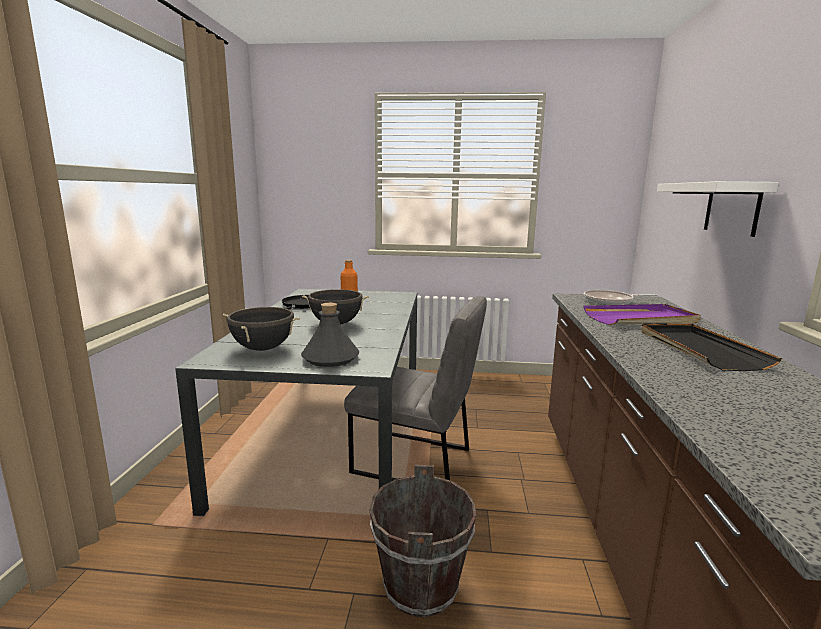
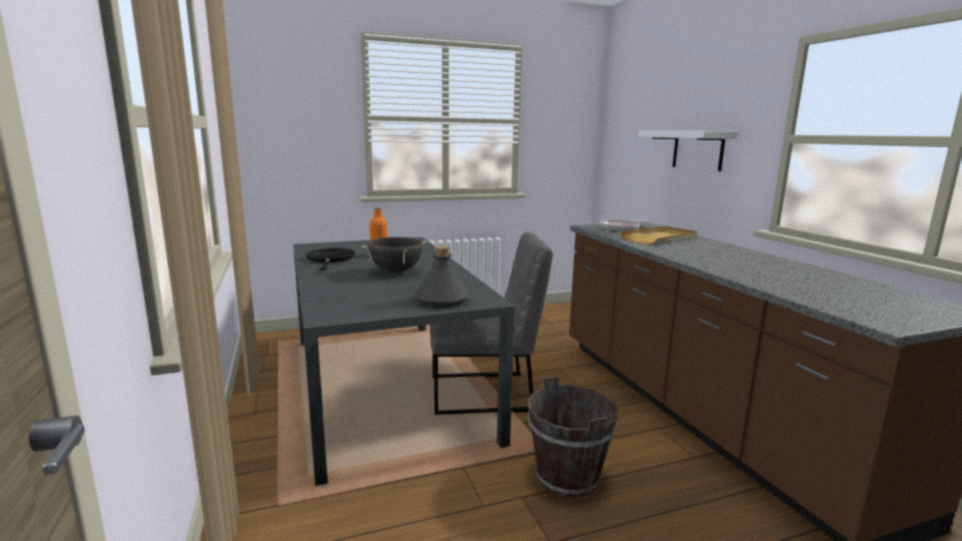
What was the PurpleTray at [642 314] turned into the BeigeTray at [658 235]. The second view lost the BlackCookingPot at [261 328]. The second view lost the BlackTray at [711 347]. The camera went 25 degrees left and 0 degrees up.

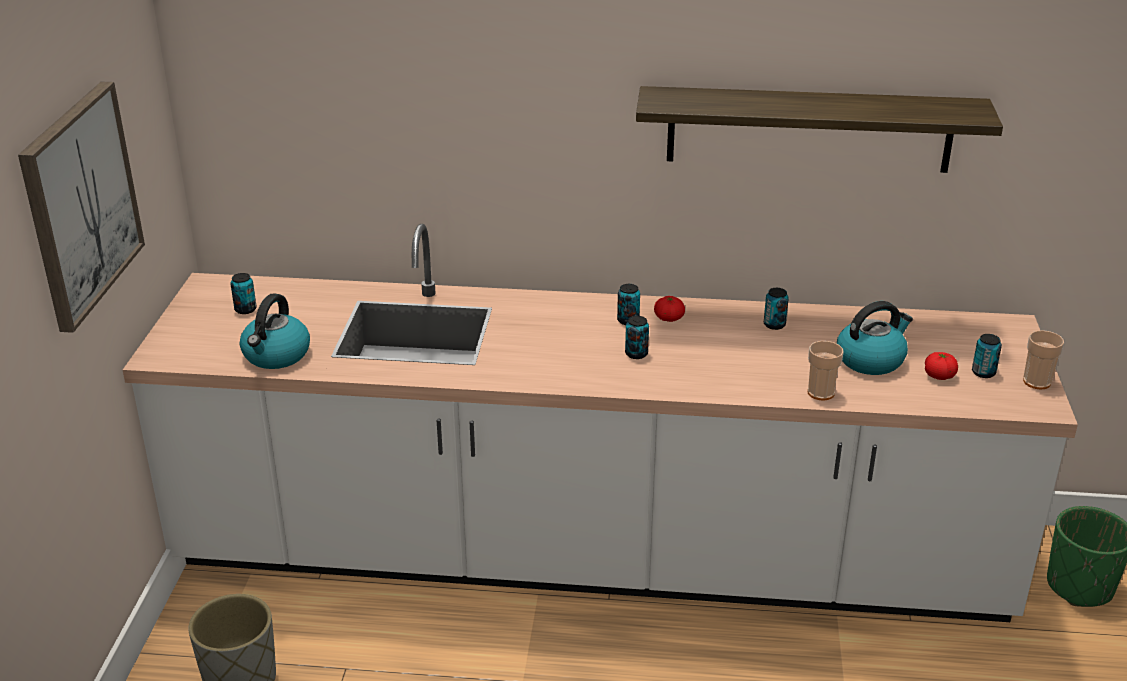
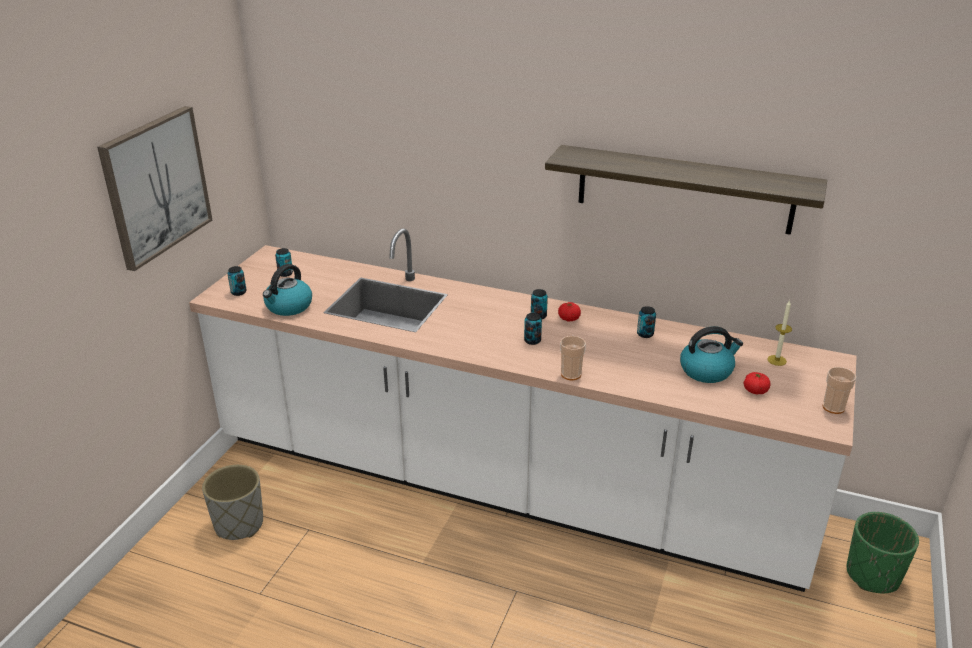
The Can ended up elsewhere, having gone from [987 356] to [237 281]. The Cup ended up elsewhere, having gone from [826 370] to [573 358]. The second view gained the Candle at [779 333]. The camera went 15 degrees right and 0 degrees up.

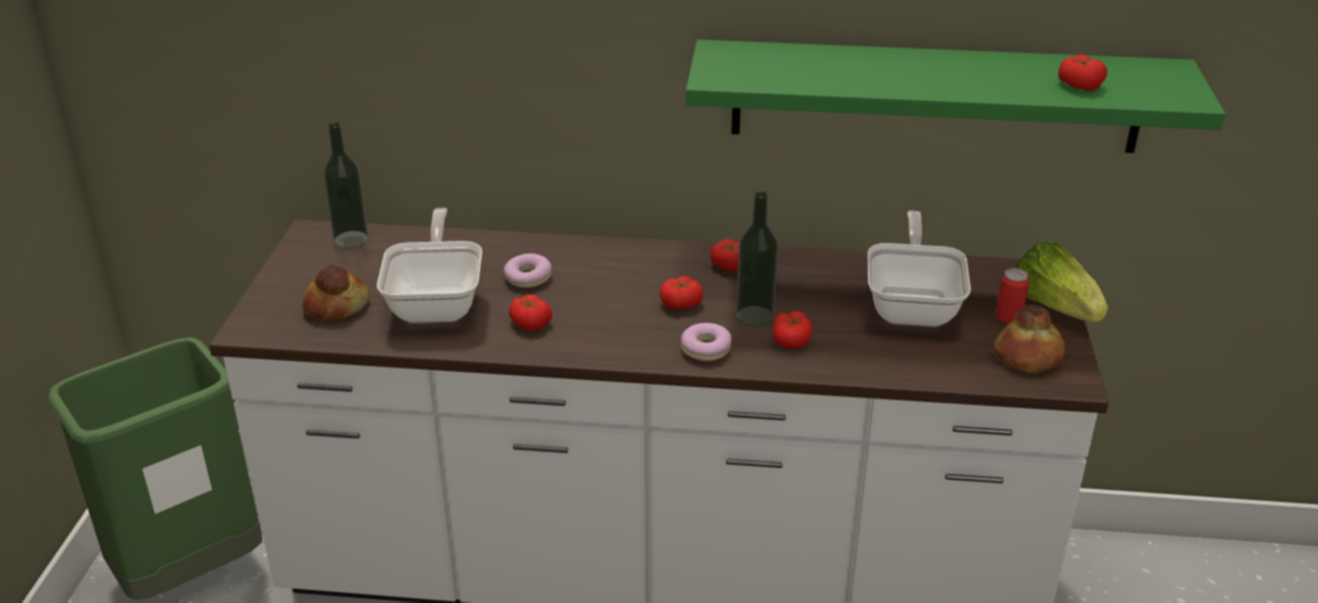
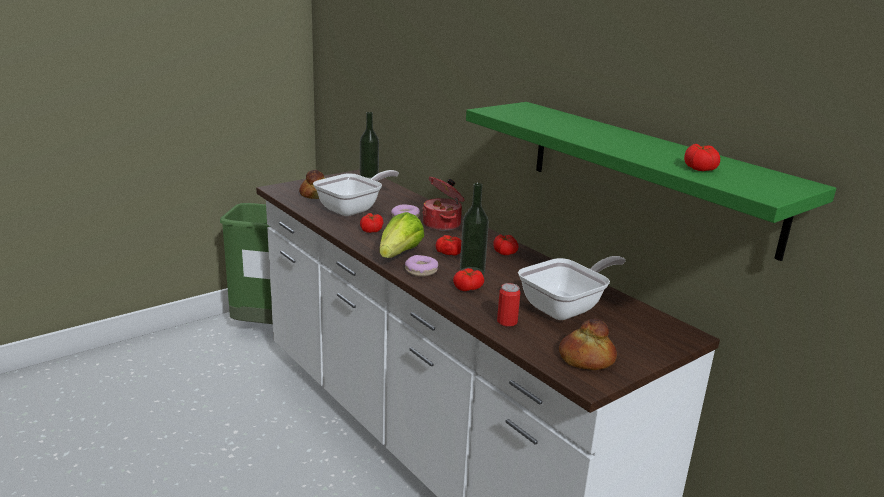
The Lettuce ended up elsewhere, having gone from [1062 282] to [401 235]. The Can ended up elsewhere, having gone from [1013 296] to [508 305]. The second view gained the CookingPot at [443 204]. The camera went 45 degrees right and 10 degrees down.

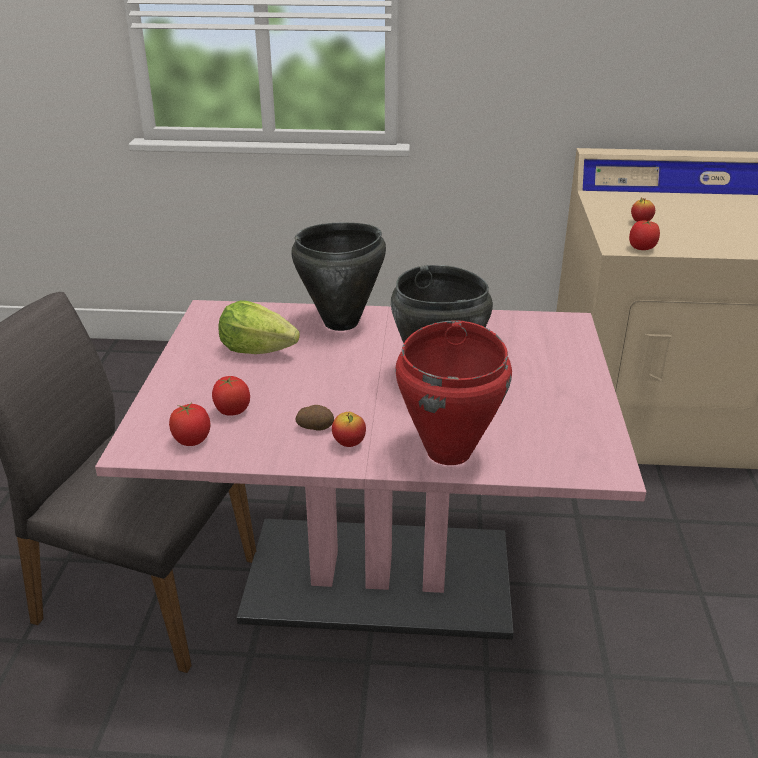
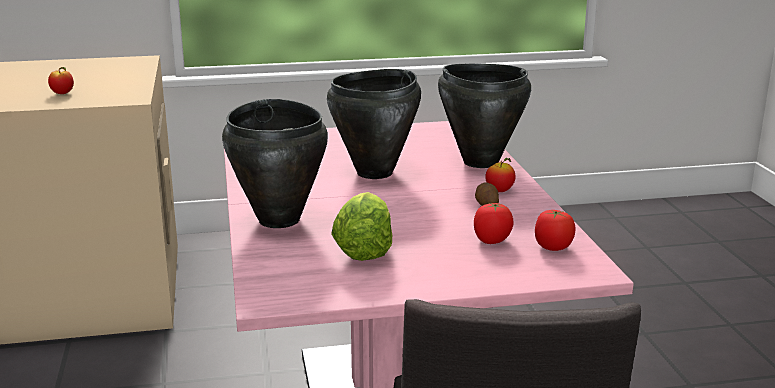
The second view lost the Tomato at [644 235]. What was the RedCookingPot at [453 392] turned into the BlackCookingPot at [484 116]. The camera went 105 degrees left and 10 degrees down.

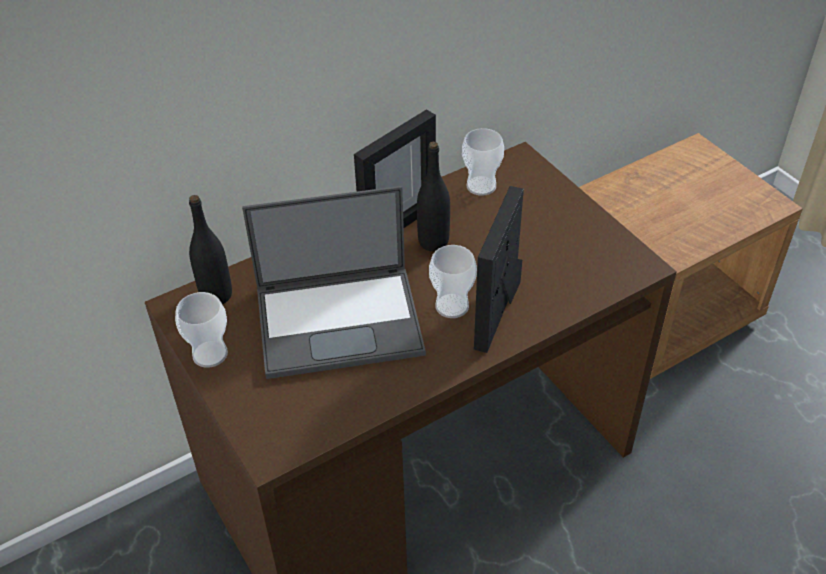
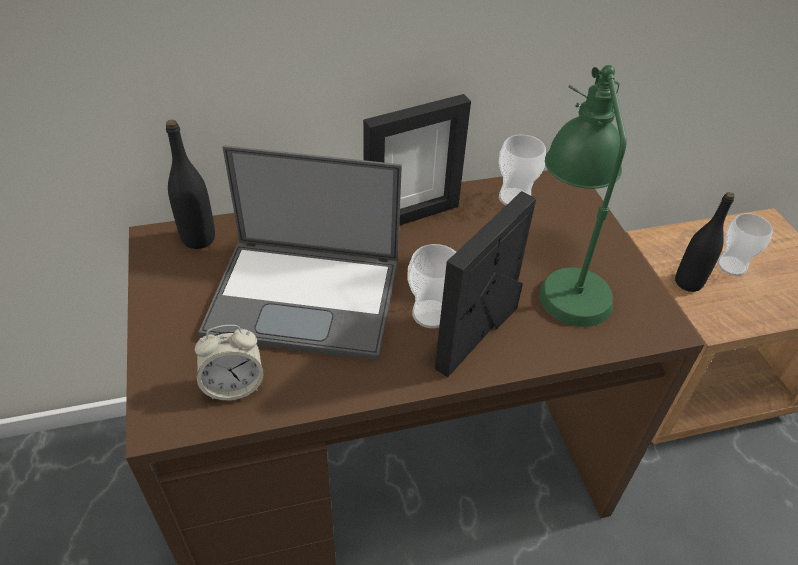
The BlackBottle ended up elsewhere, having gone from [433 196] to [704 242]. The Cup ended up elsewhere, having gone from [201 330] to [745 244]. The second view gained the GreenTableLamp at [583 196]. The second view gained the AlarmClock at [229 362]. The camera went 15 degrees right and 0 degrees up.

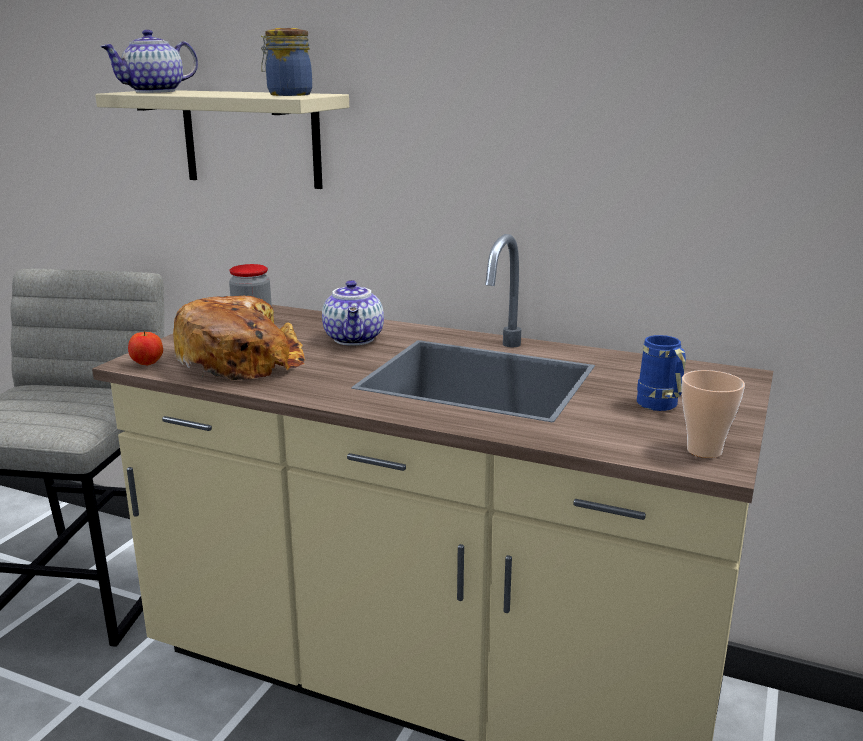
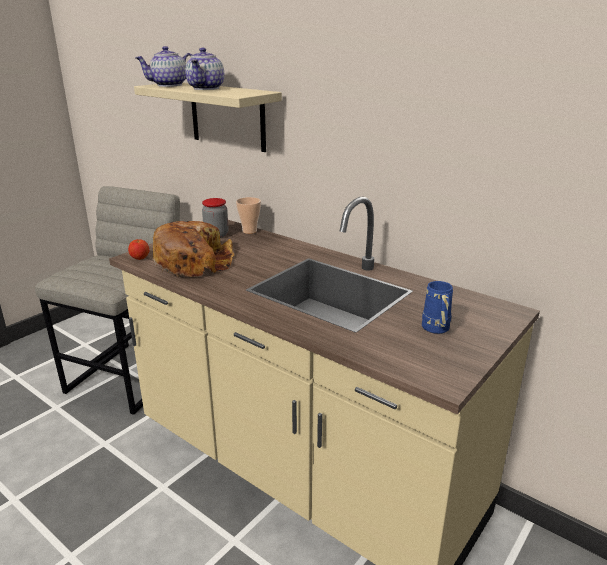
The second view lost the Jar at [286 62]. The Teapot ended up elsewhere, having gone from [353 313] to [204 69]. The Cup ended up elsewhere, having gone from [713 414] to [248 215]. The camera went 15 degrees right and 5 degrees up.

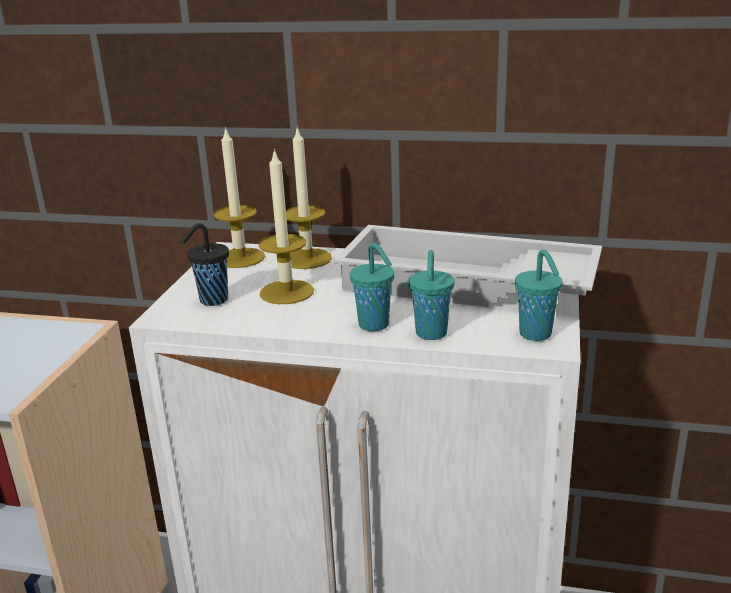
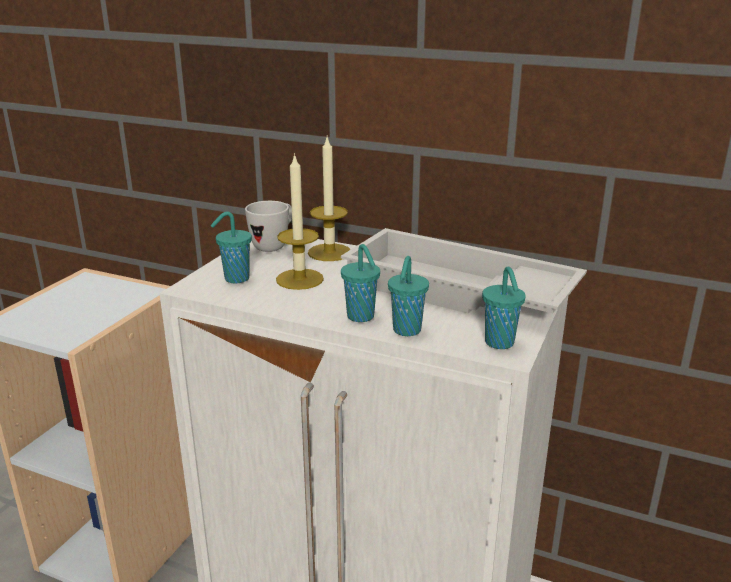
Where the Candle stood at [239 197], the WhiteMug came to stand at [268 226]. What was the BlackCup at [205 264] turned into the TurquoiseCup at [231 247]. The camera went 10 degrees right and 0 degrees up.

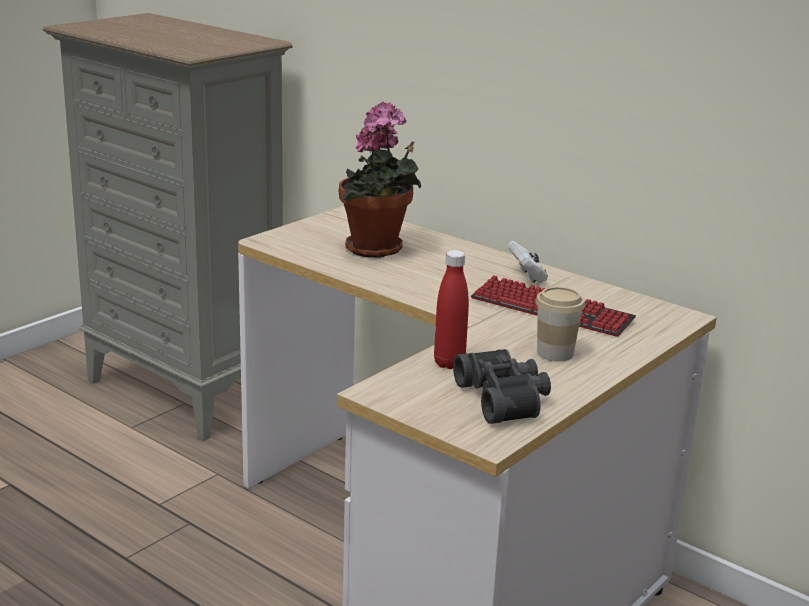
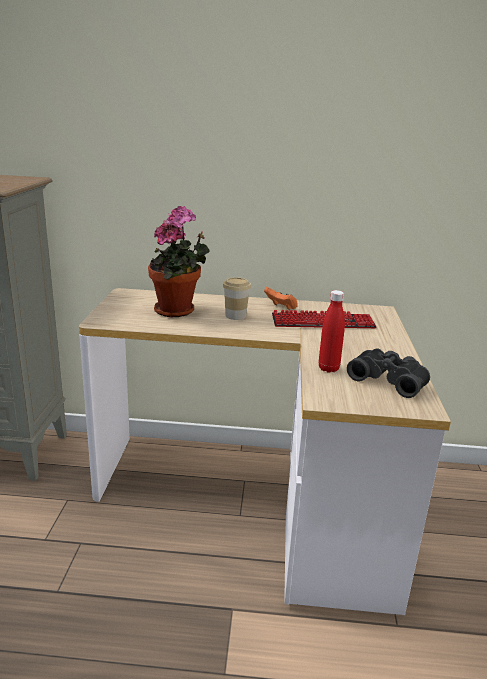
What was the WhiteGameController at [527 262] turned into the OrangeGameController at [281 298]. The Cup ended up elsewhere, having gone from [560 324] to [237 298]. The camera went 35 degrees left and 0 degrees up.

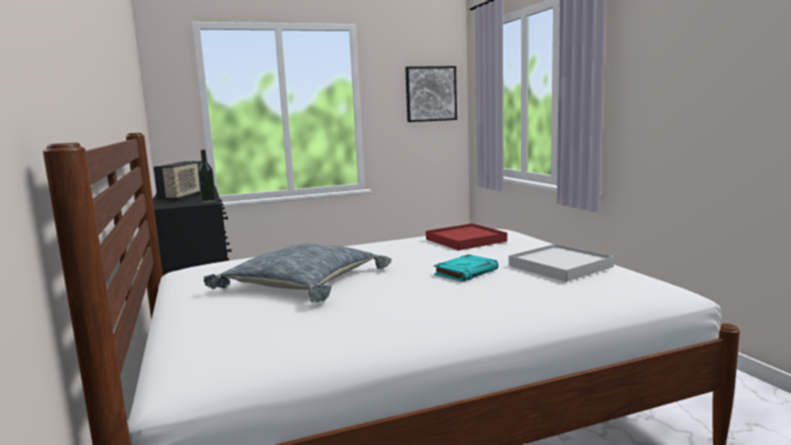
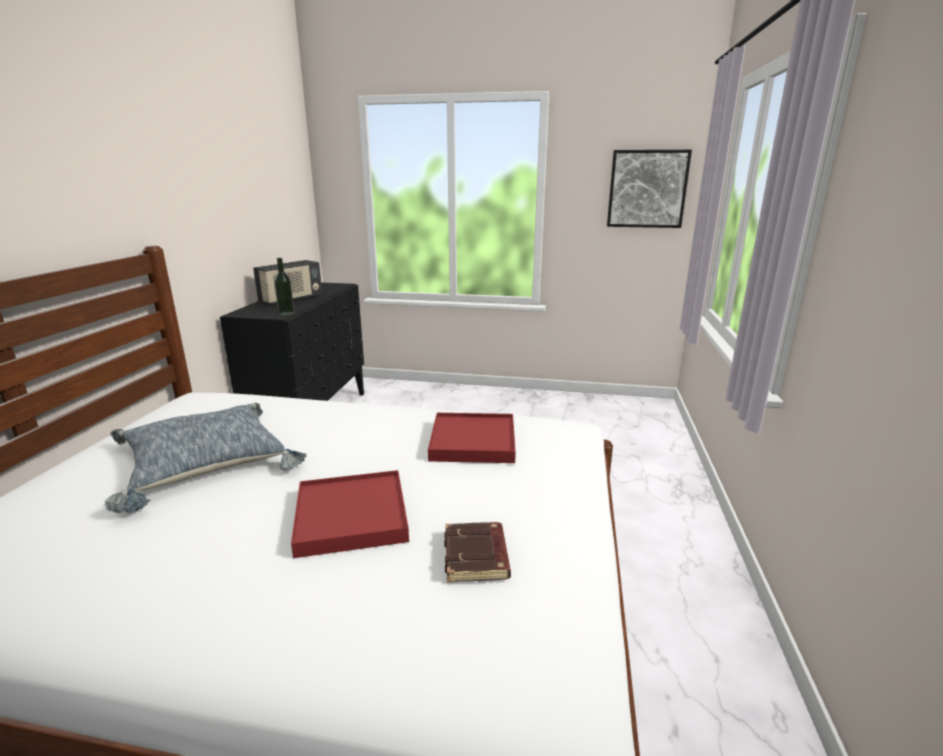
Where the WhiteTray stood at [561 263], the BrownBook came to stand at [477 552]. Where the TurquoiseBook stood at [466 268], the RedTray came to stand at [350 514]. The camera went 30 degrees right and 10 degrees up.

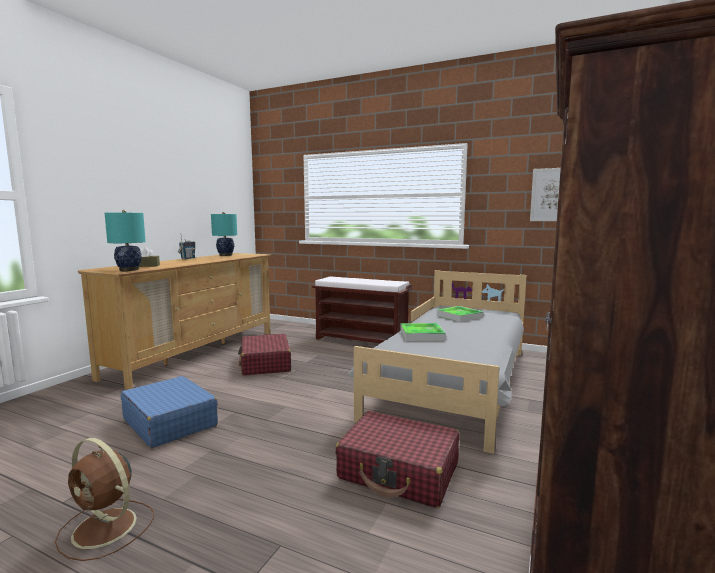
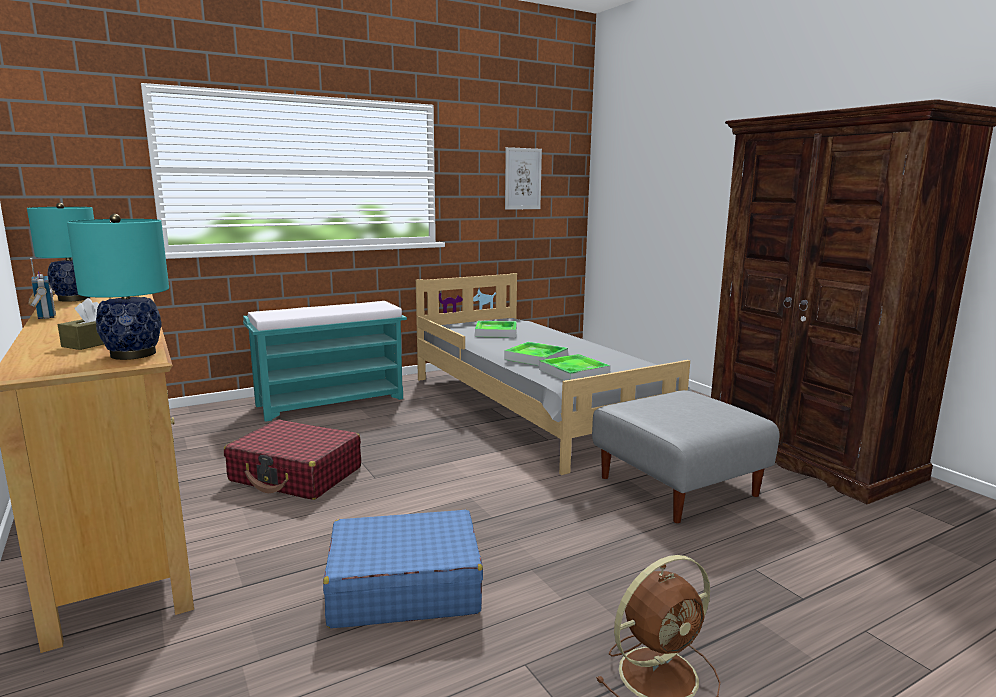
What was the BrownBench at [362 310] turned into the TurquoiseBench at [325 361]. Where the RedSuitcase stood at [397 459], the GreyOttoman came to stand at [686 456]. The second view gained the Tray at [575 367]. The camera went 55 degrees left and 5 degrees up.

